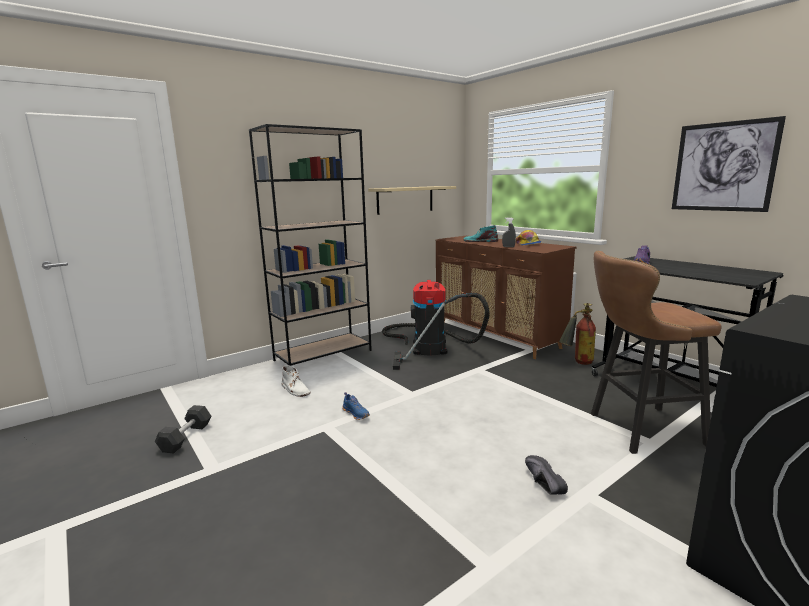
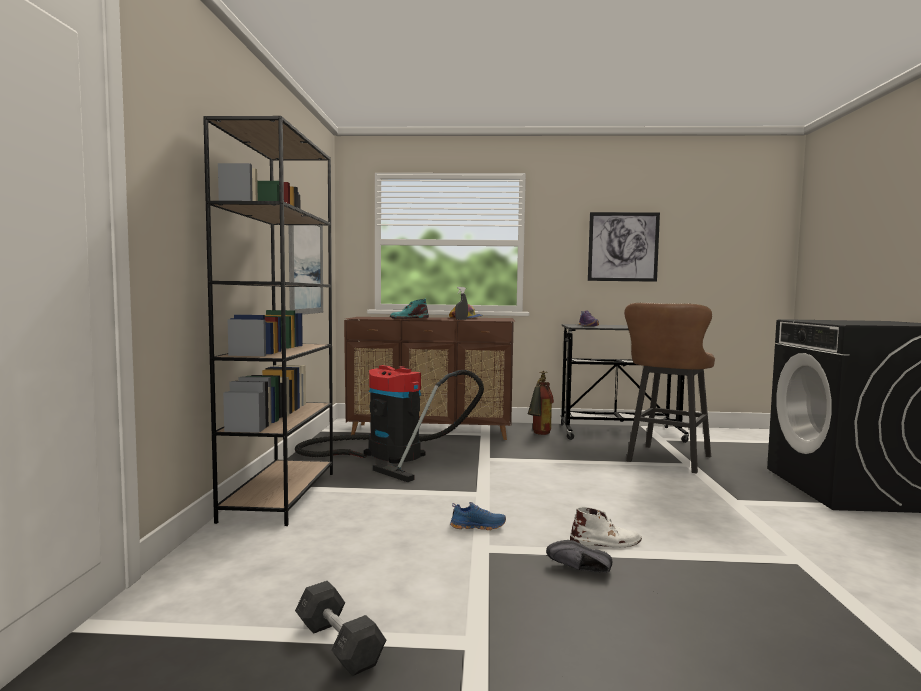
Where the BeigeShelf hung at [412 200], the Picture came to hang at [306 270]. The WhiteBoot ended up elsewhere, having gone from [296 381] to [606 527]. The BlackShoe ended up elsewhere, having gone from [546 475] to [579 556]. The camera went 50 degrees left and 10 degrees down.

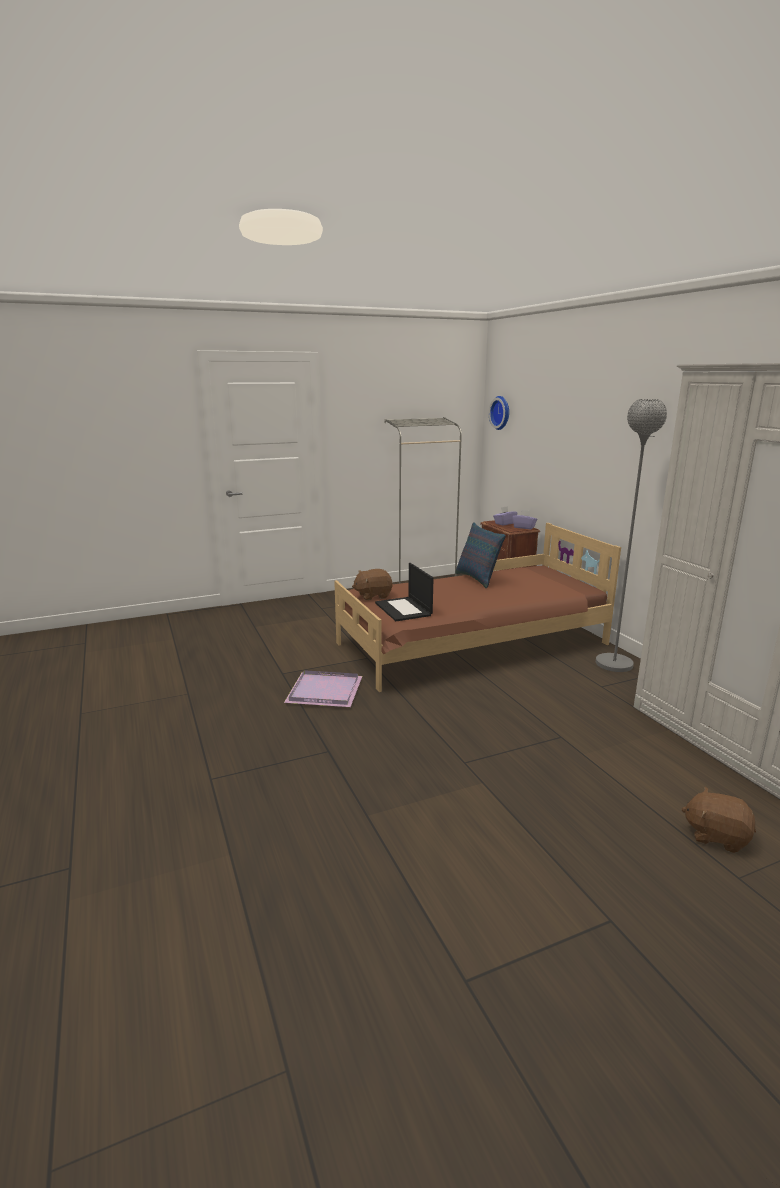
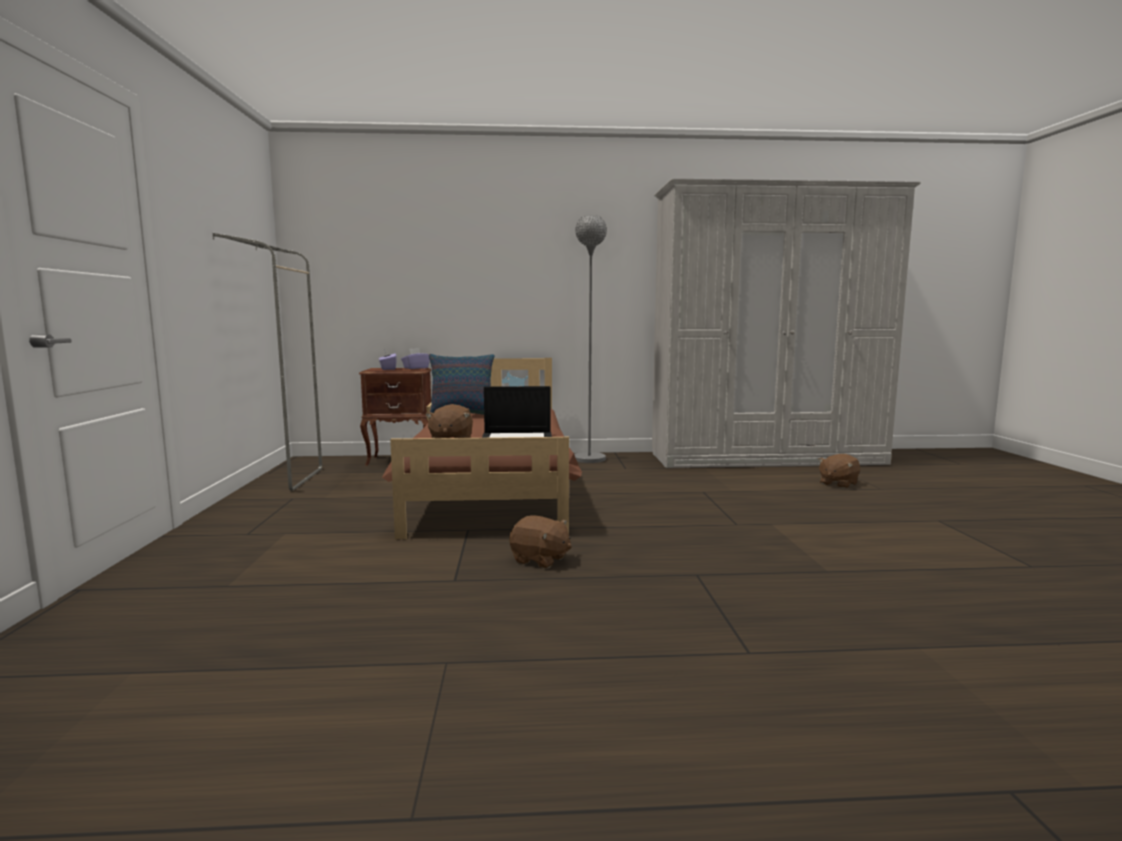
The second view lost the WallClock at [499 413]. Where the PurpleTray stood at [323 688], the BrownPlushToy came to stand at [540 542]. The camera went 70 degrees left and 10 degrees down.

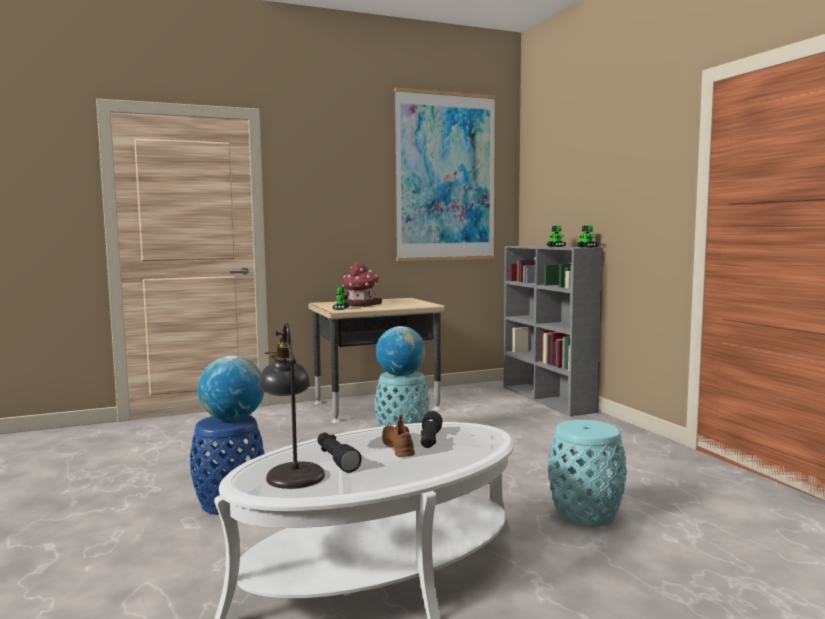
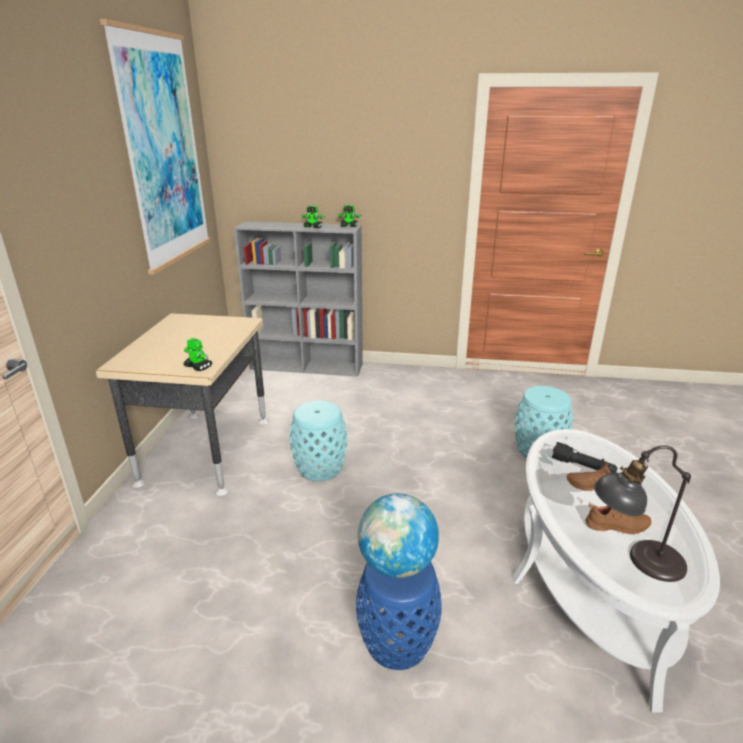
The second view lost the ToyHouse at [362 285]. The second view lost the Globe at [401 351]. Where the BlackFlashlight stood at [339 453], the BrownShoe came to stand at [618 519]. The camera went 60 degrees left and 20 degrees up.

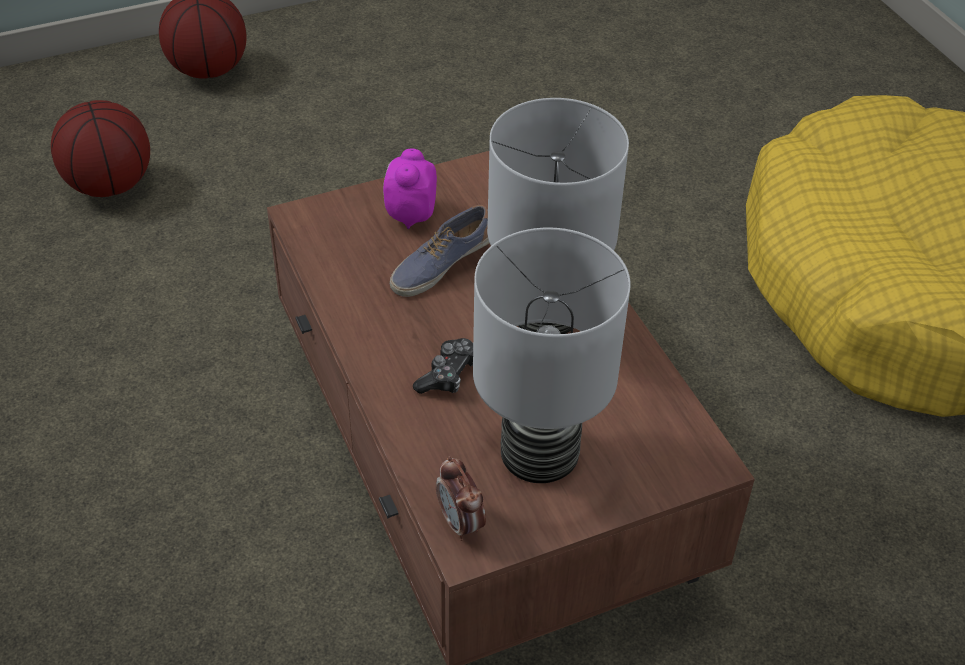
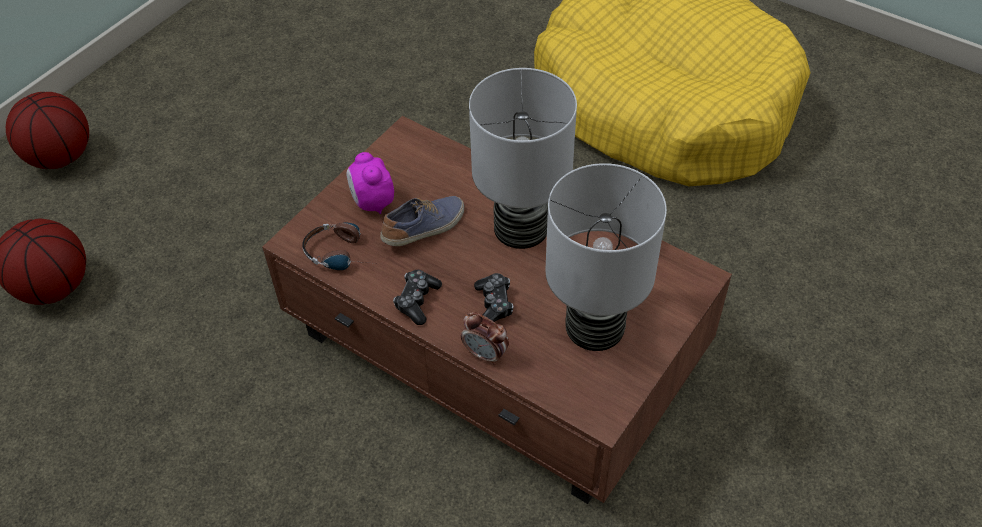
The Shoe at [439 251] ended up facing another way, 150 degrees counterclockwise from before. The AlarmClock ended up elsewhere, having gone from [461 498] to [485 338]. The second view gained the Headphones at [339 246]. The second view gained the GameController at [417 297]. The camera went 30 degrees left and 5 degrees up.

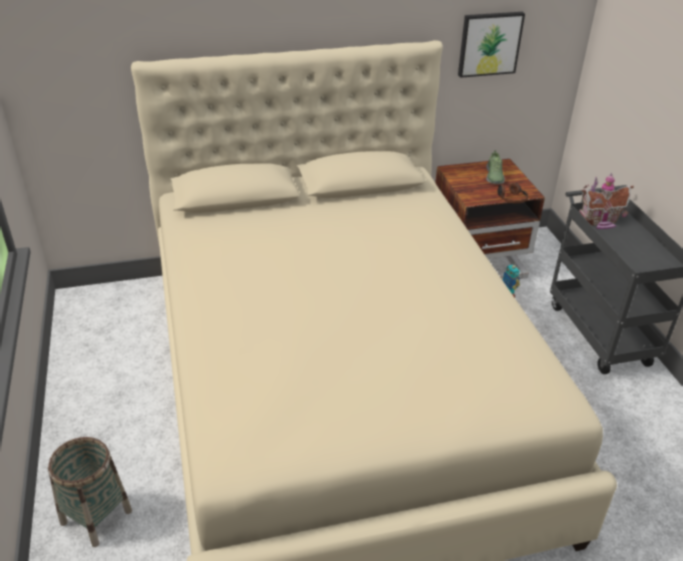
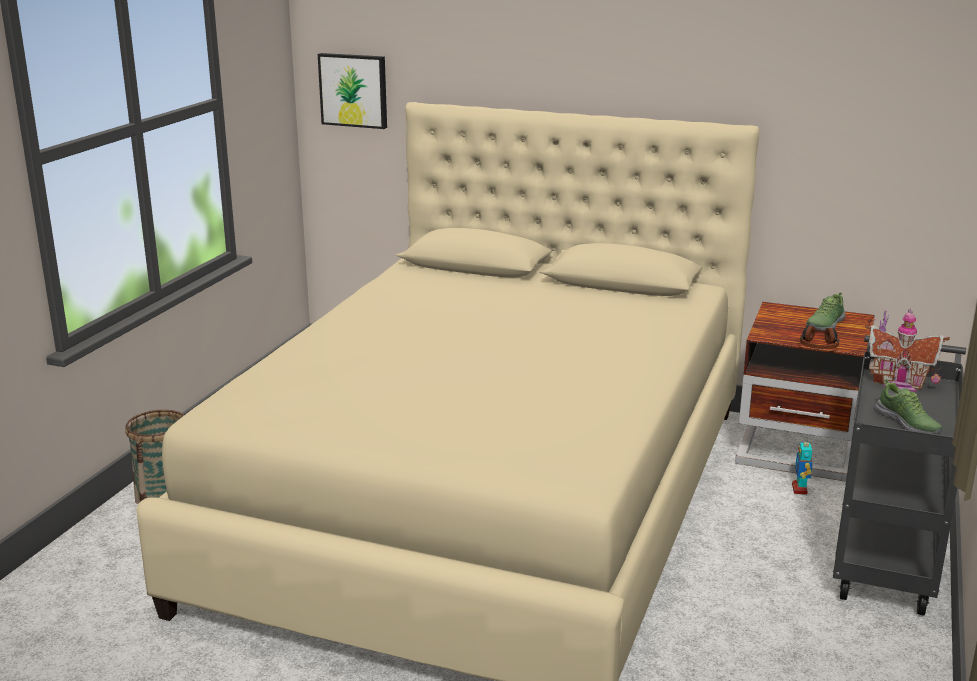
The Picture ended up elsewhere, having gone from [491 45] to [352 91]. The second view gained the Shoe at [909 406]. The camera went 35 degrees right and 15 degrees down.

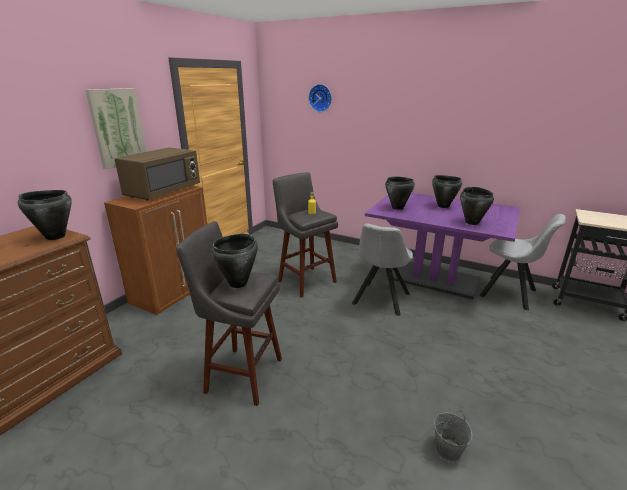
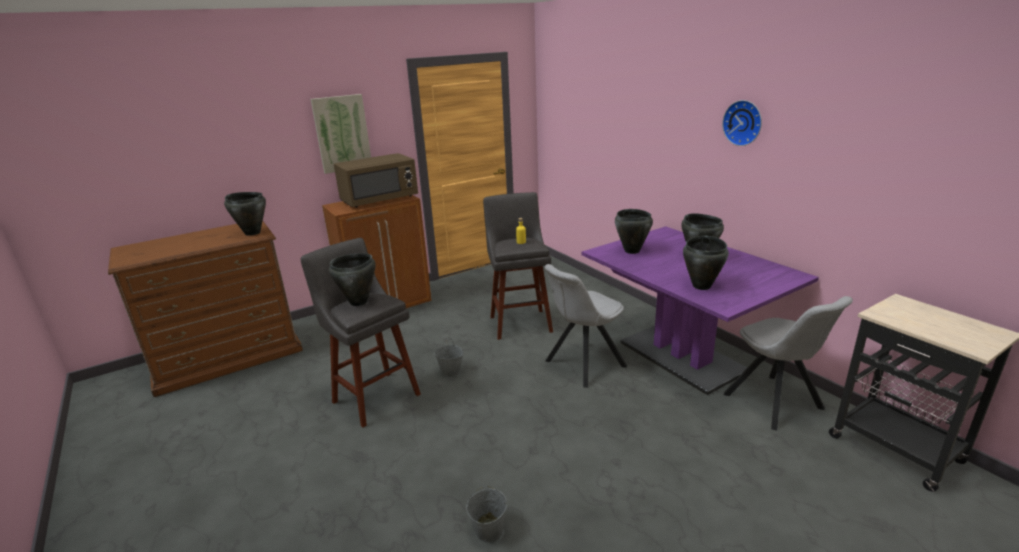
The WallClock ended up elsewhere, having gone from [320 98] to [742 123]. The second view gained the GreyBucket at [449 357]. The camera went 30 degrees right and 0 degrees up.

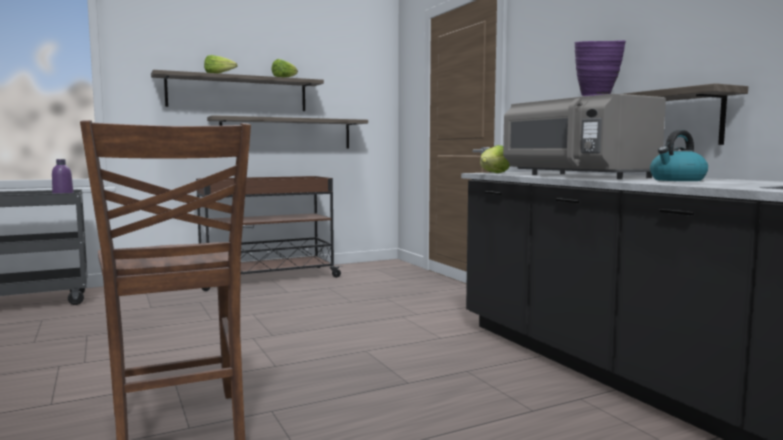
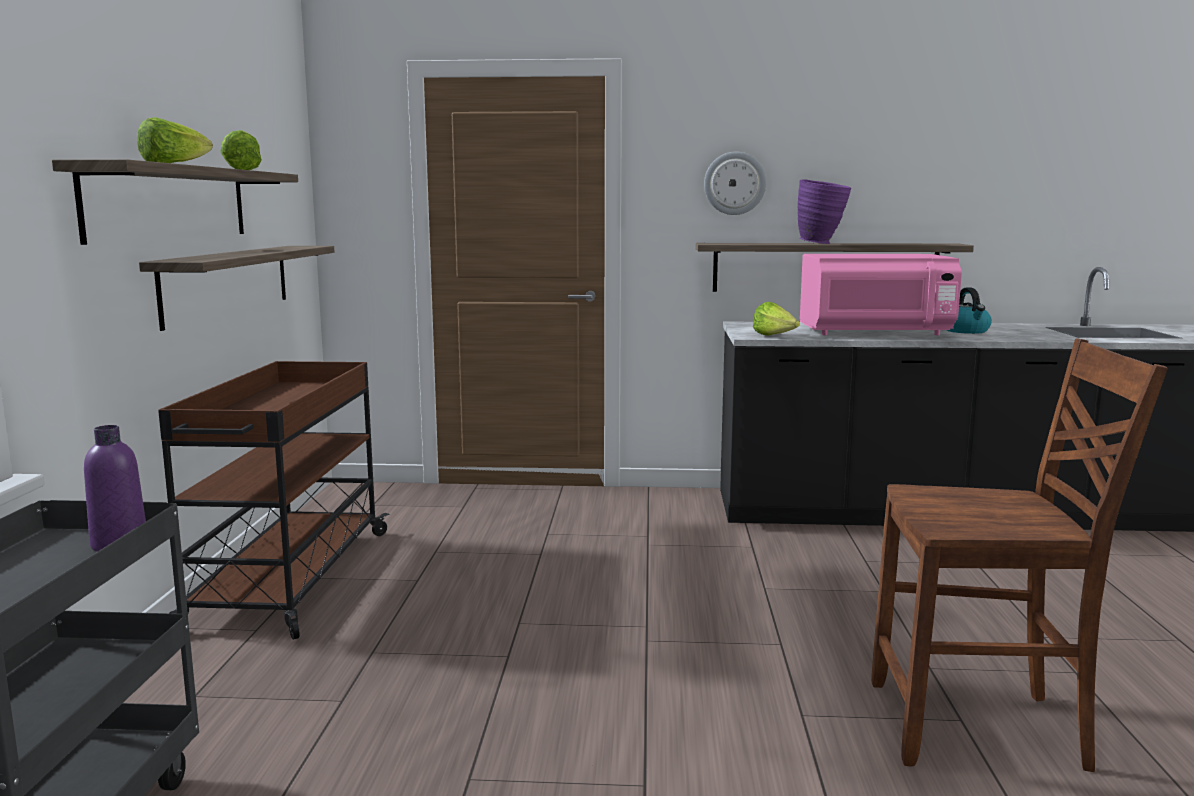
What was the GreyMicrowave at [584 136] turned into the PinkMicrowave at [881 294]. The second view gained the WallClock at [735 183]. The camera went 60 degrees left and 5 degrees up.

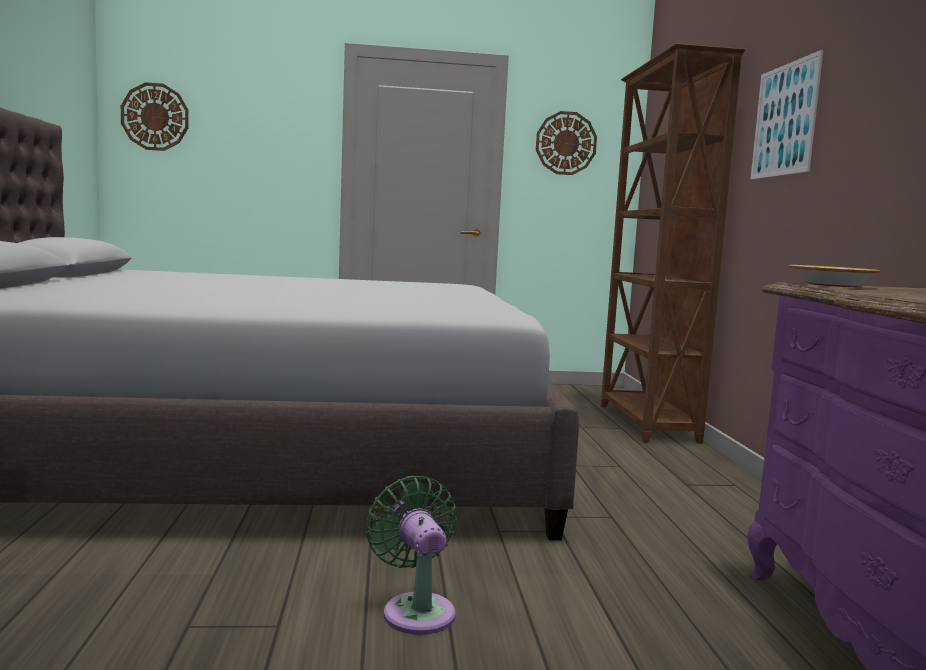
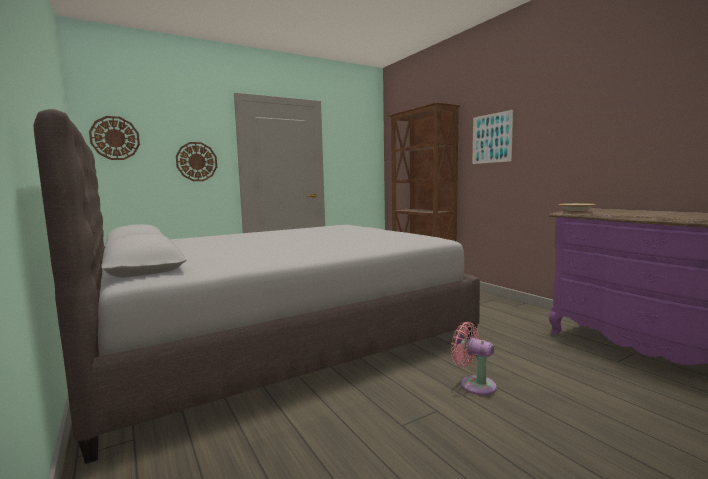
The WallClock ended up elsewhere, having gone from [566 143] to [196 161]. What was the GreenFan at [411 555] turned into the PinkFan at [474 358]. The camera went 25 degrees left and 0 degrees up.

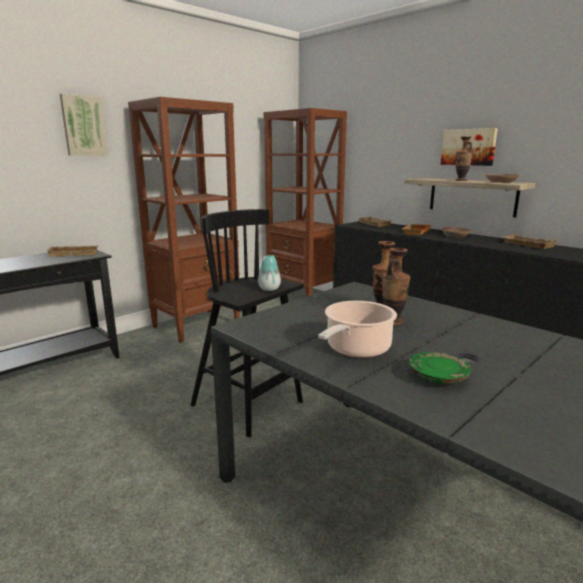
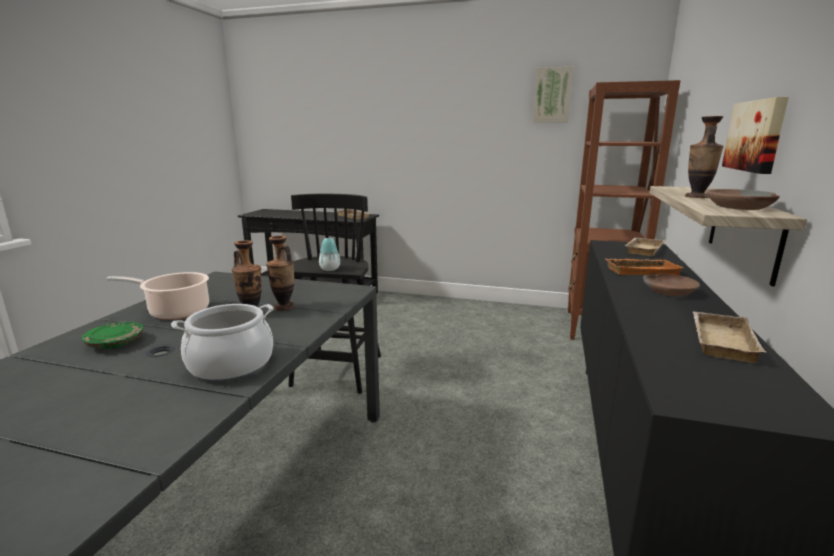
The Picture ended up elsewhere, having gone from [84 125] to [553 94]. The second view lost the BrownBookcase at [184 220]. The second view gained the CookingPot at [222 343]. The camera went 60 degrees right and 0 degrees up.

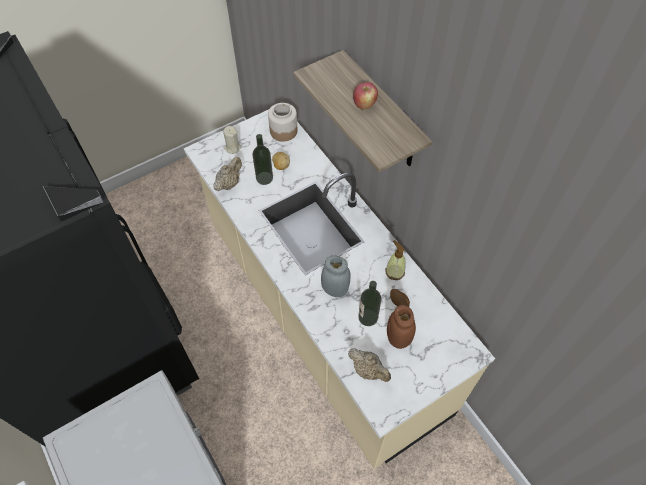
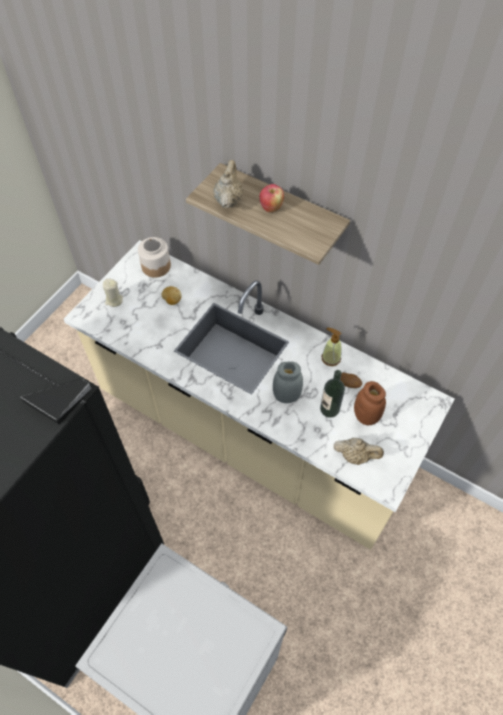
The second view lost the Bottle at [262 159]. The BeigeTeapot ended up elsewhere, having gone from [227 174] to [228 184]. The camera went 25 degrees left and 0 degrees up.

